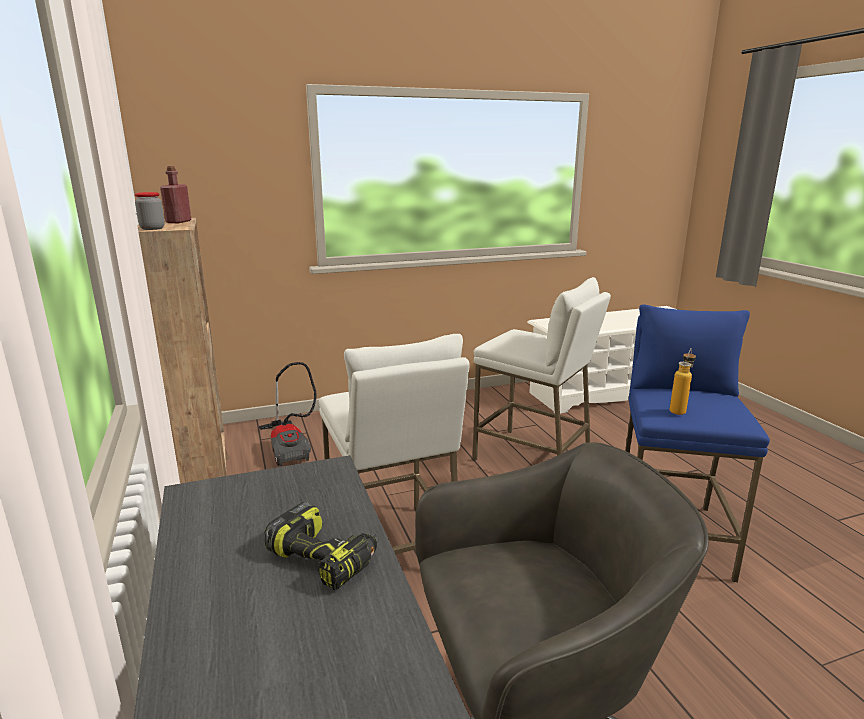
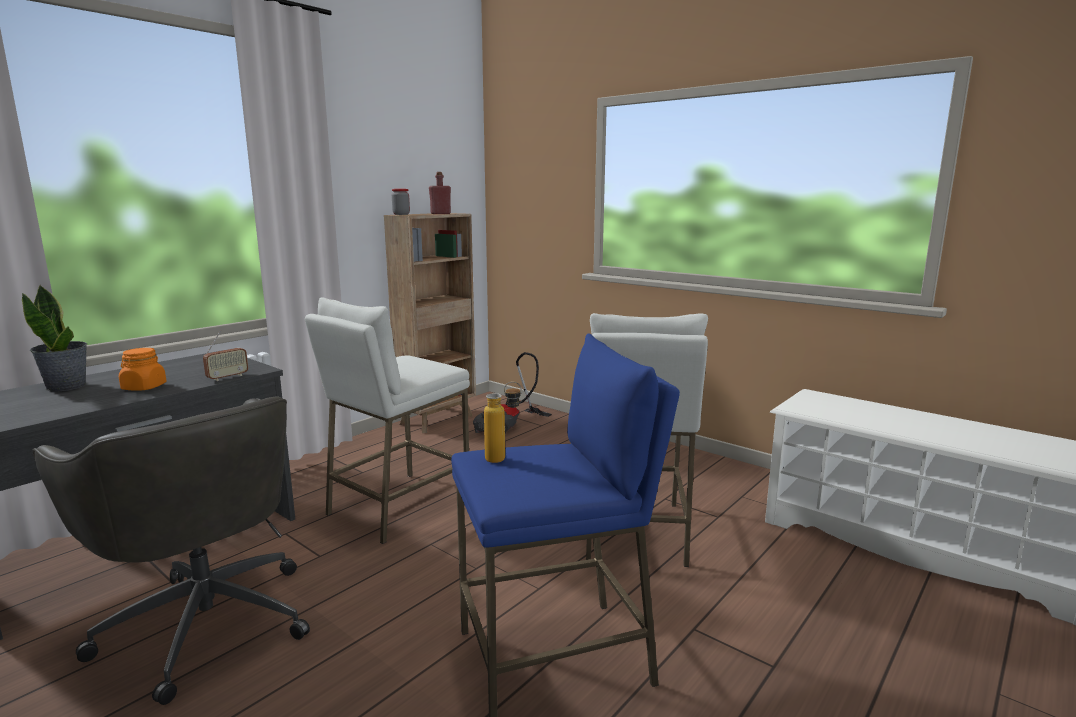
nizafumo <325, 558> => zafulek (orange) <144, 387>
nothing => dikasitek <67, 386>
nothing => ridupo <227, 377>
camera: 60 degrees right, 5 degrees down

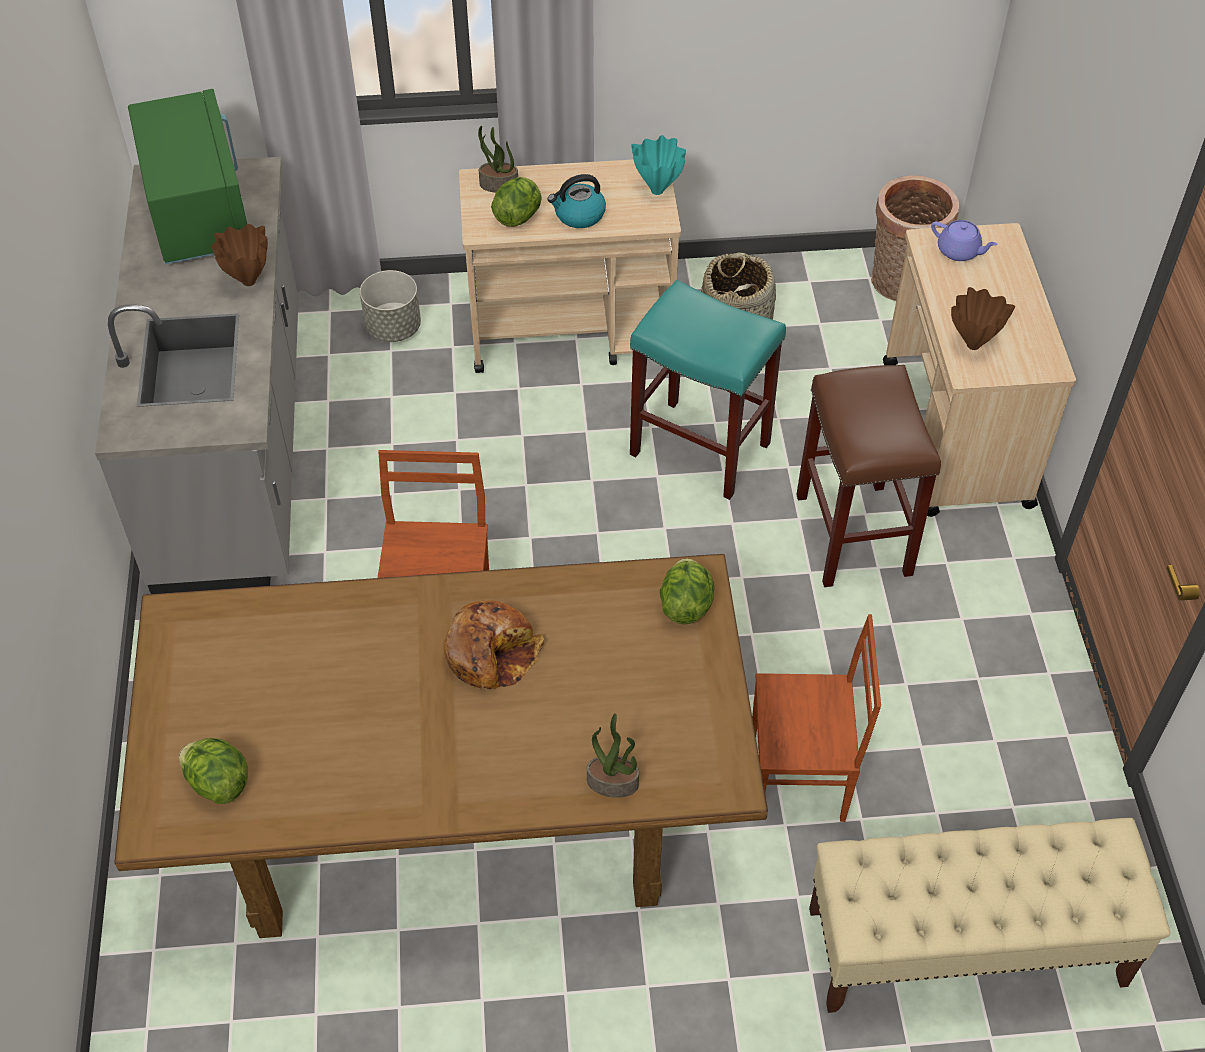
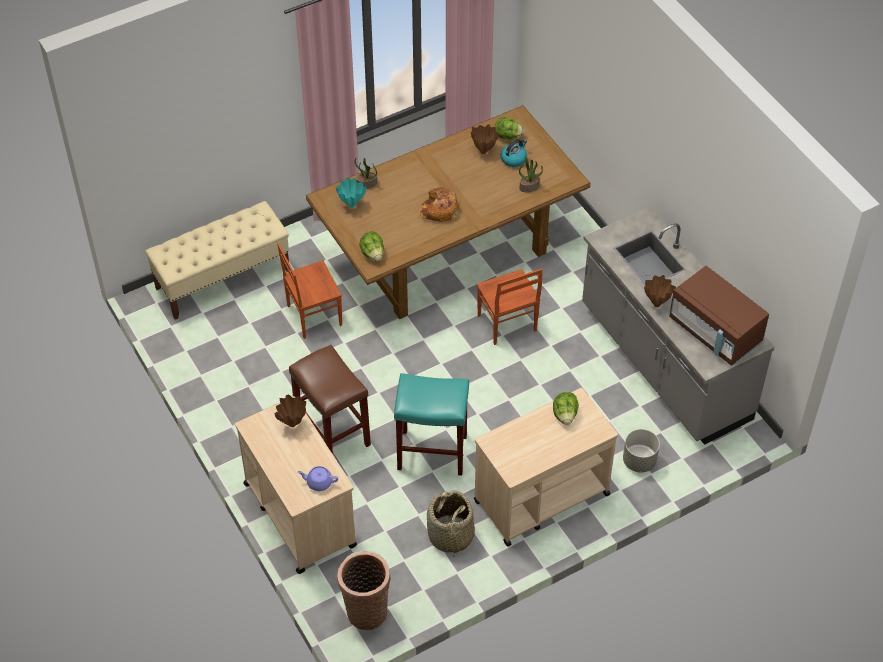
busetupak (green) <199, 212> => busetupak (brown) <715, 332>
dikasitek <498, 185> => dikasitek <529, 186>, relocated
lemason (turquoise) <658, 191> => lemason (turquoise) <351, 205>, relocated
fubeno <579, 215> => fubeno <514, 159>, relocated
nothing => lemason (brown) <484, 152>
camera: 155 degrees right, 0 degrees up

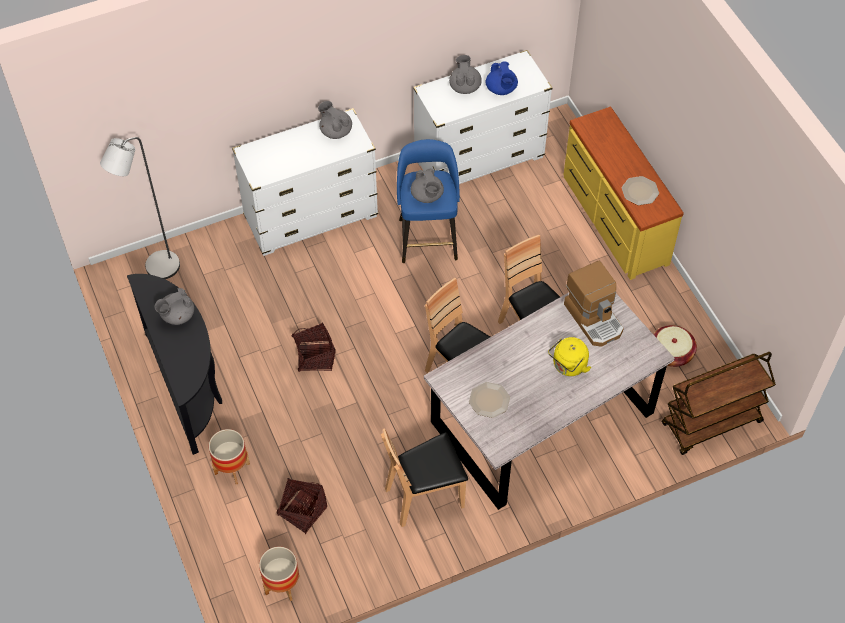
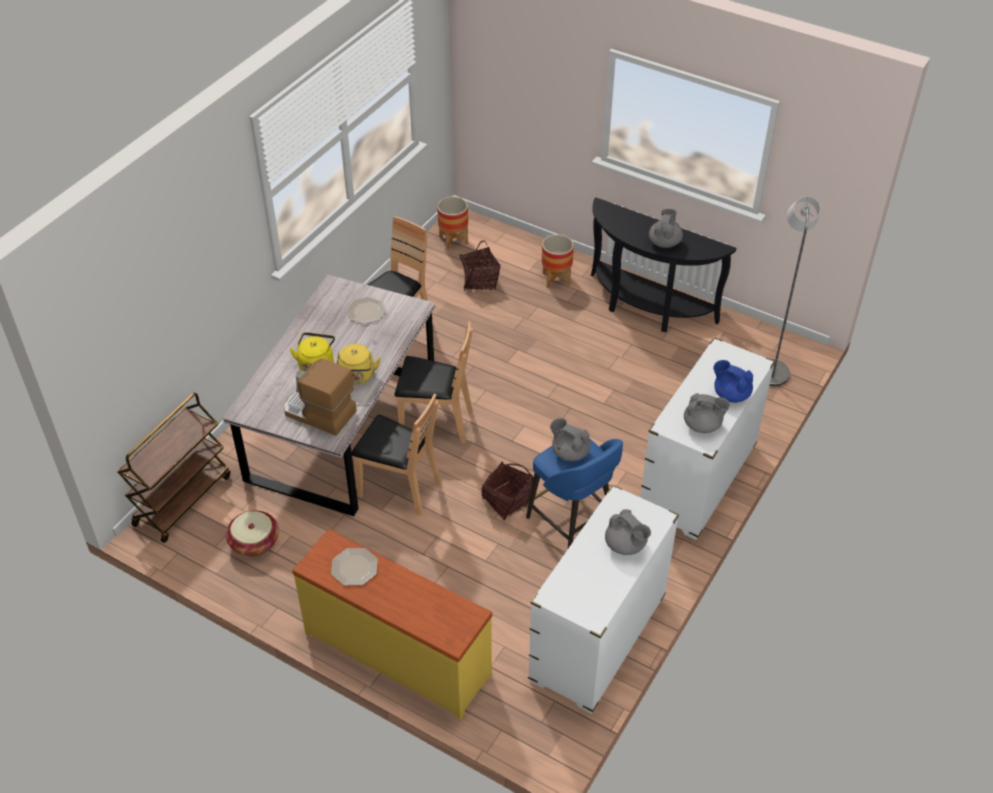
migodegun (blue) <501, 89> => migodegun (blue) <730, 394>, relocated
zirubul <315, 357> => zirubul <507, 501>, relocated
nothing => fubeno (yellow) <357, 377>
camera: 145 degrees right, 10 degrees down

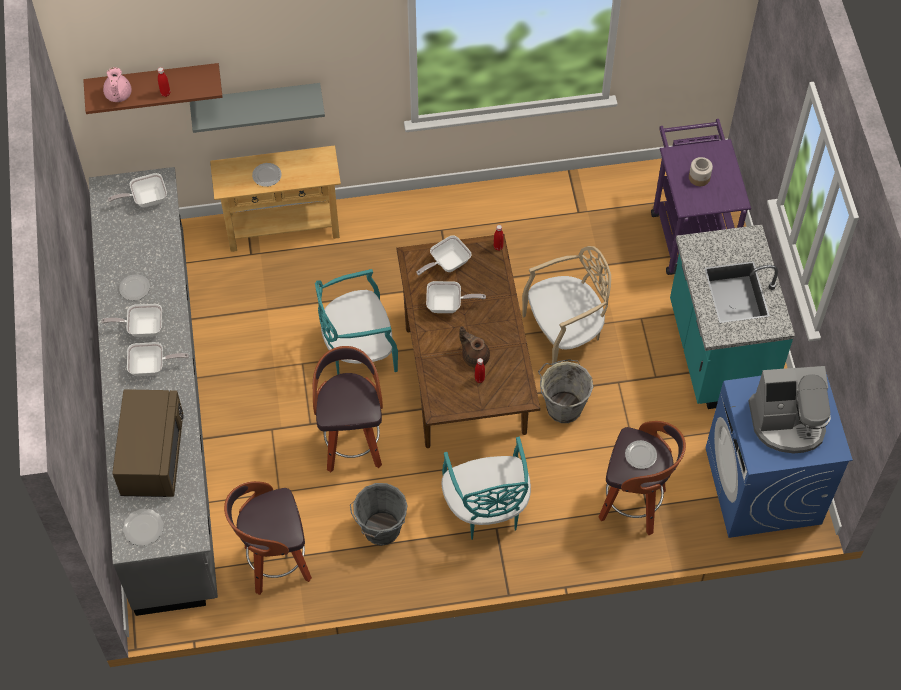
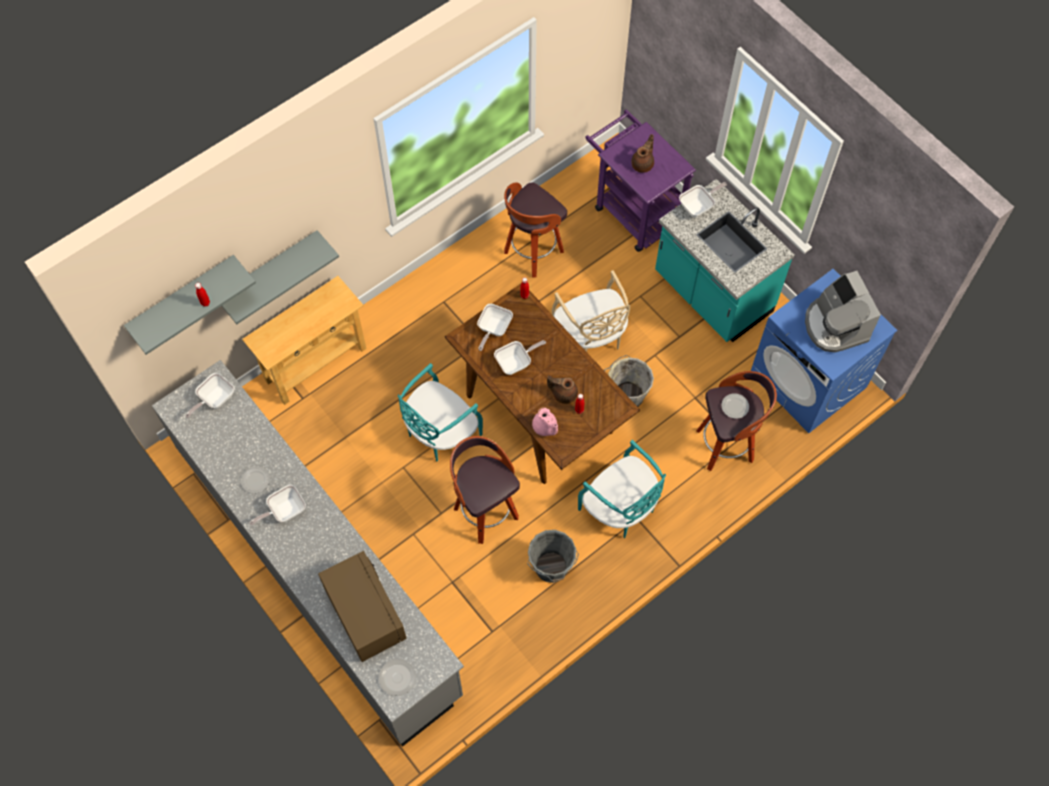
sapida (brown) <153, 82> => sapida (grey) <183, 297>
migodegun (pink) <118, 95> => migodegun (pink) <545, 427>, relocated
zafulek <699, 178> => migodegun (brown) <643, 164>
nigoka <266, 176> => nothing
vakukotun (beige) <564, 332> => vakukotun (beige) <590, 336>, 120 degrees clockwise
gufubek <152, 367> => gufubek <699, 206>, relocated
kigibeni <788, 423> => kigibeni <835, 325>, 105 degrees clockwise
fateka <275, 564> => fateka <532, 253>, relocated
camera: 30 degrees left, 5 degrees up

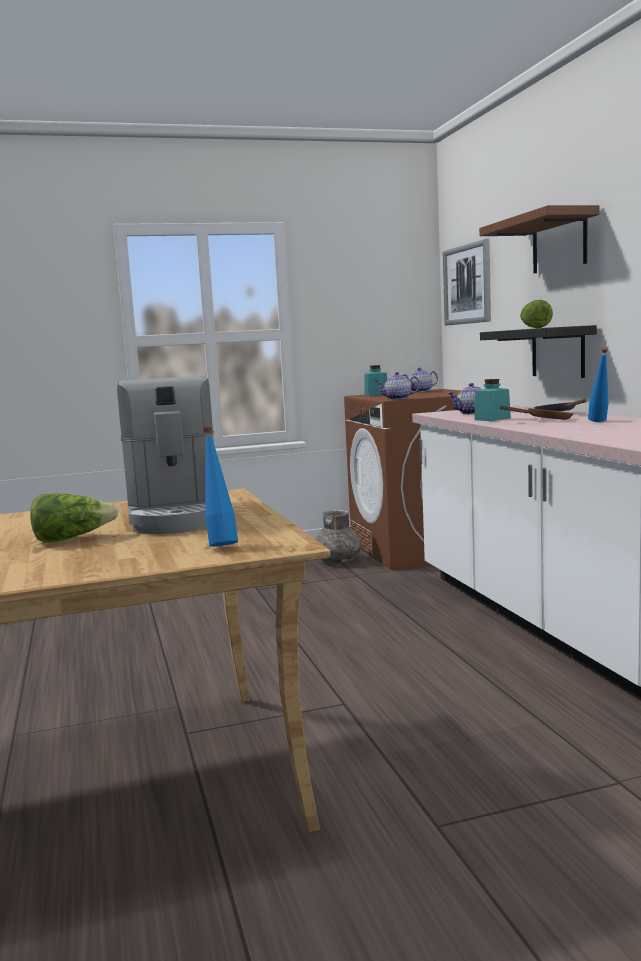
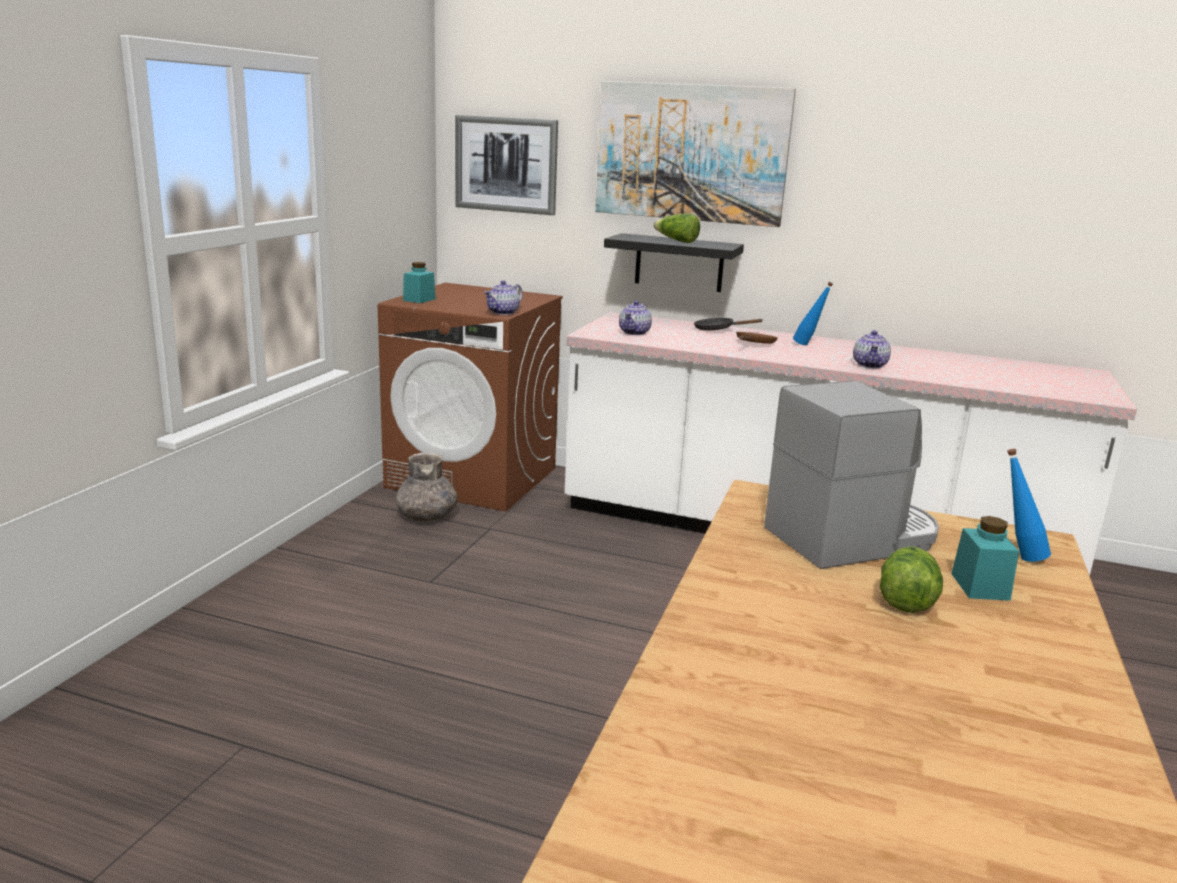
sapida (brown) <559, 243> => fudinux <691, 153>
migodegun <420, 391> => migodegun <870, 365>, relocated
kigibeni <175, 516> => kigibeni <853, 537>, 45 degrees counterclockwise
zafulek (turquoise) <492, 419> => zafulek (turquoise) <980, 586>, relocated
camera: 55 degrees left, 10 degrees up

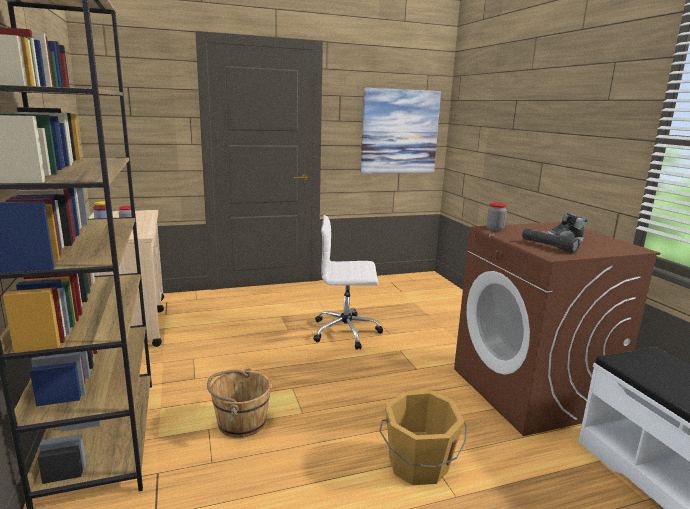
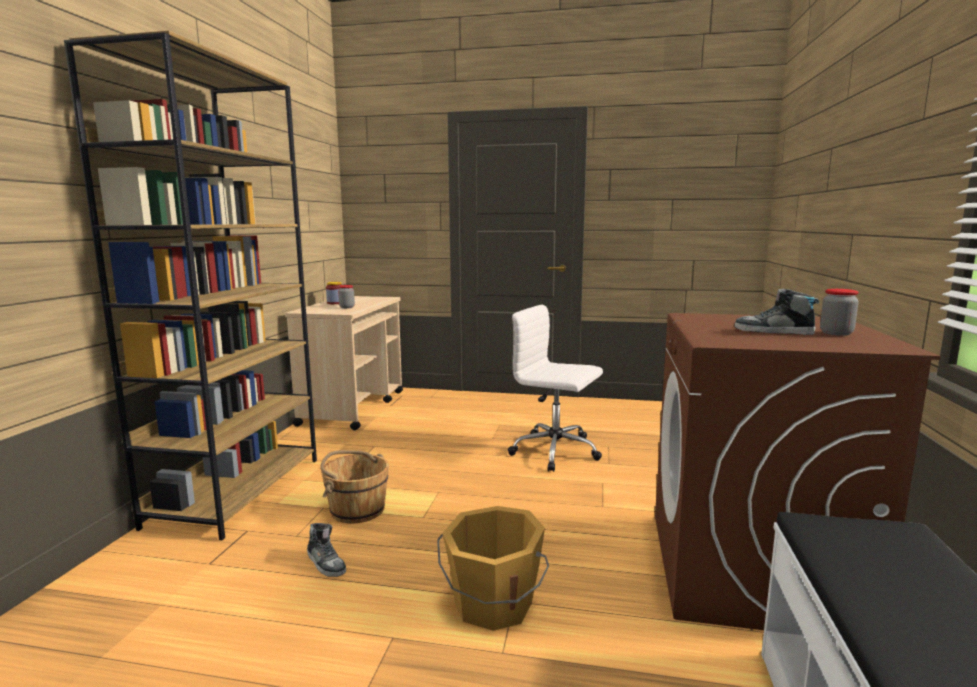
fudinux <399, 132> => nothing
zafulek <495, 229> => zafulek <836, 333>, relocated
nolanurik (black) <548, 246> => nothing
nothing => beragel <326, 563>
camera: 30 degrees right, 5 degrees down

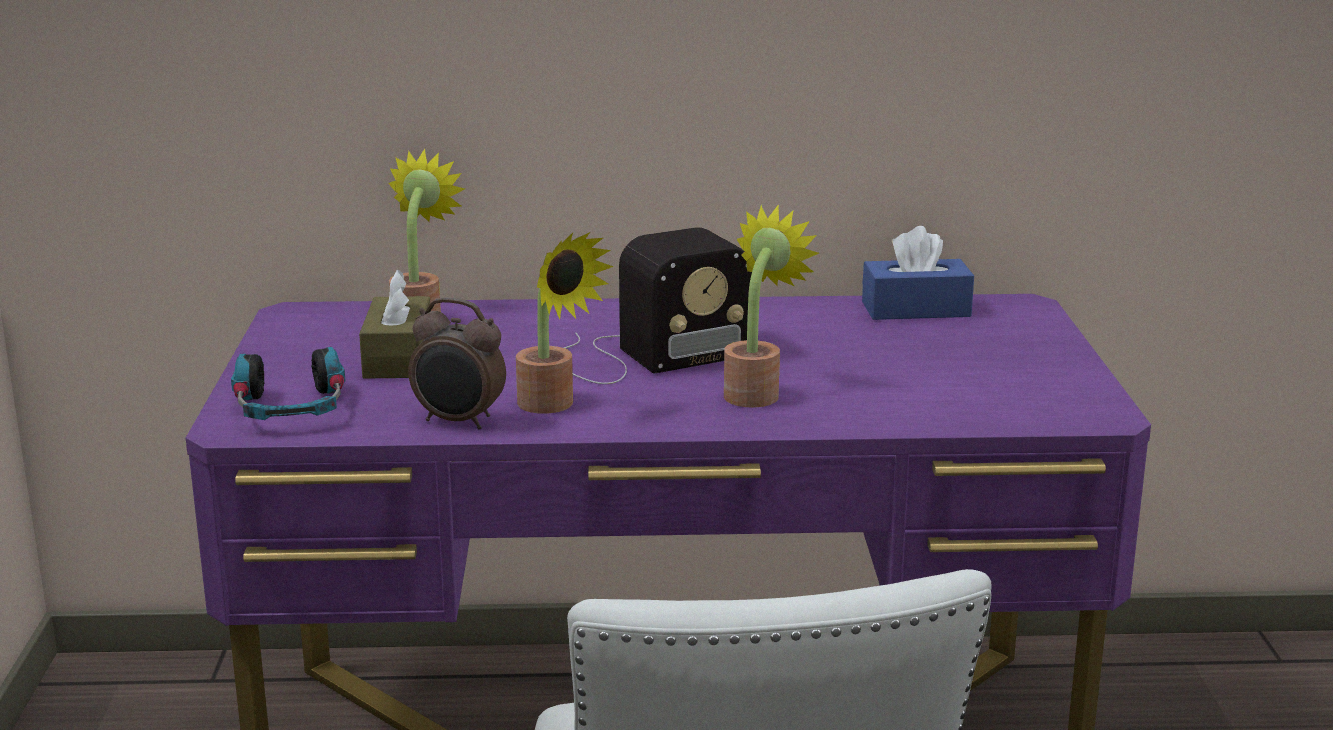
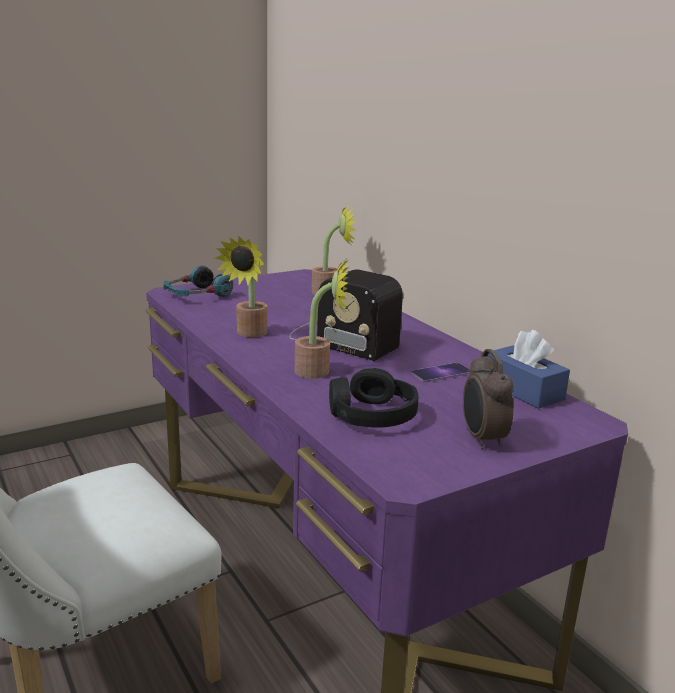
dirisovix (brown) <398, 358> => nothing
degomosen <459, 422> => degomosen <481, 439>, relocated
nothing => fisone <441, 373>
nothing => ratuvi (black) <371, 415>
camera: 60 degrees right, 0 degrees up

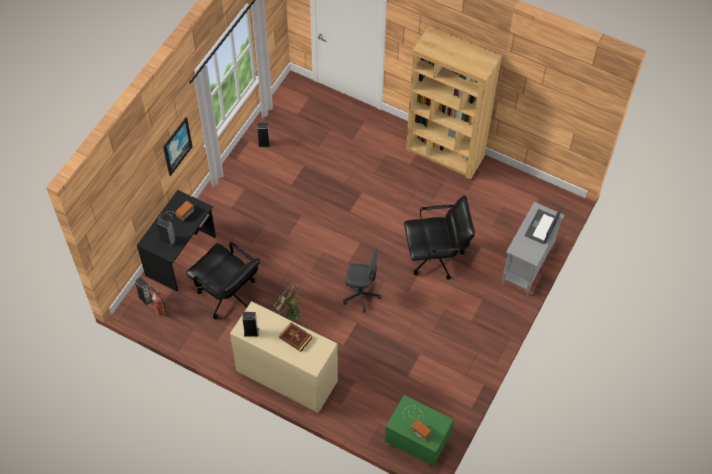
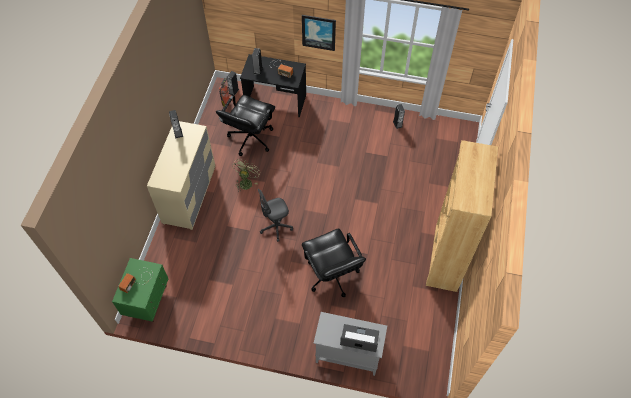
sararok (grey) <361, 295> => sararok (grey) <276, 227>, 75 degrees clockwise
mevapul <295, 338> => nothing
camera: 75 degrees right, 0 degrees up

